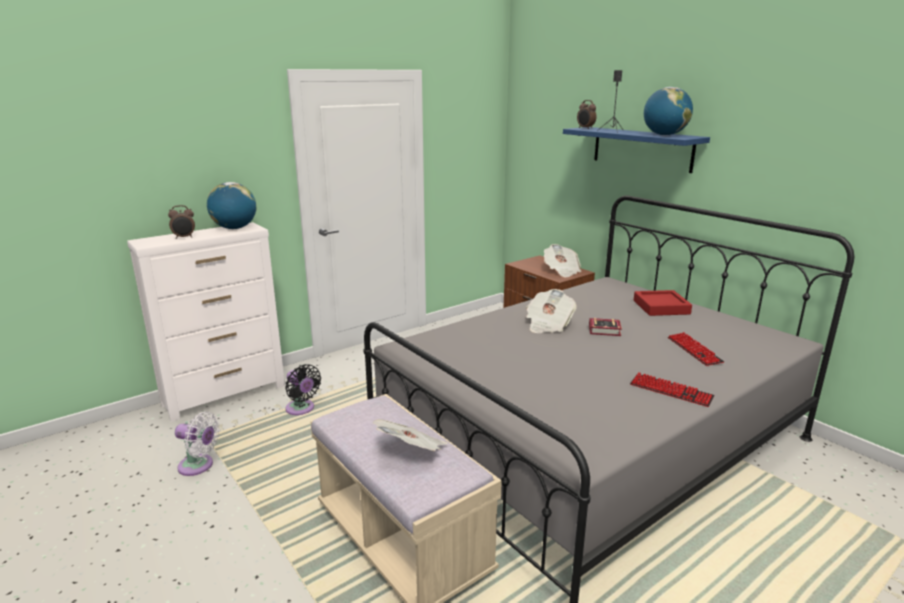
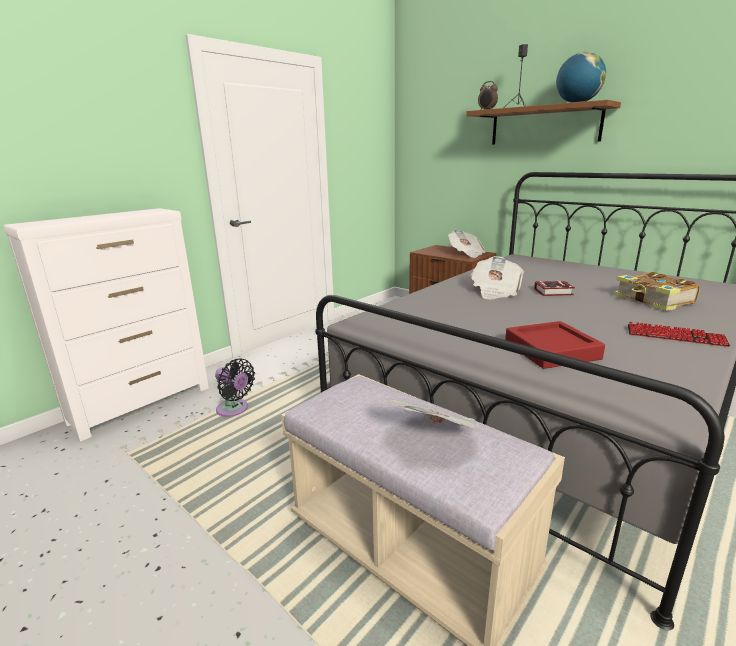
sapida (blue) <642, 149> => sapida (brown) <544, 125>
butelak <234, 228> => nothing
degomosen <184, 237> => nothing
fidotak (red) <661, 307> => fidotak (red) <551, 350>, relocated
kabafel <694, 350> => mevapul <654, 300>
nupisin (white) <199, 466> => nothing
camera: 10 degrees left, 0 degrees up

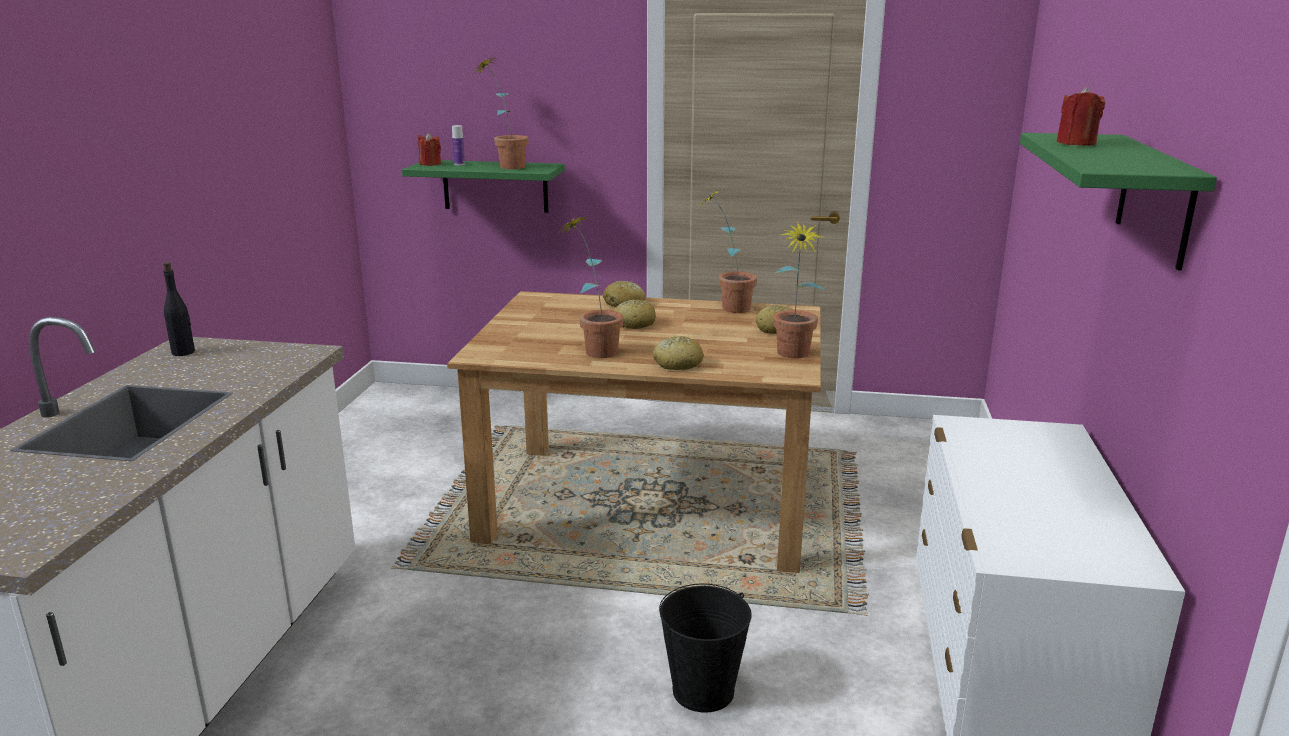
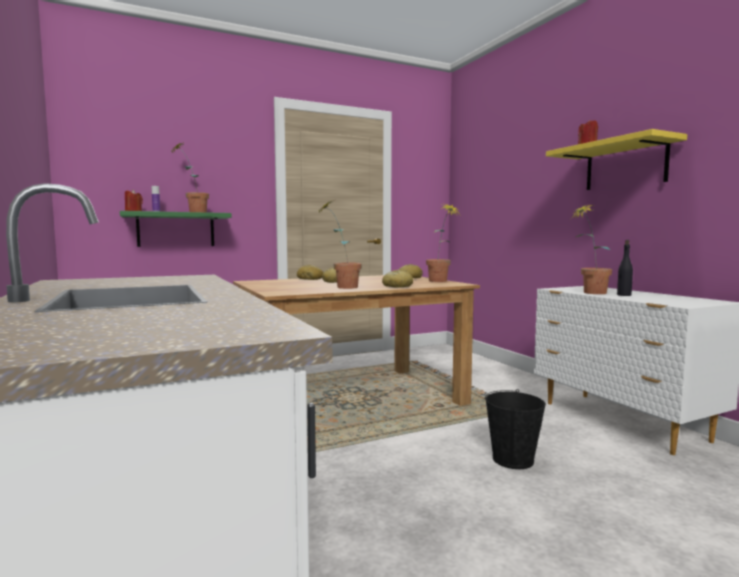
sapida (green) <1155, 199> => sapida (yellow) <625, 165>
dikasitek <727, 307> => dikasitek <589, 293>, relocated
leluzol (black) <183, 352> => leluzol (black) <624, 295>, relocated
camera: 35 degrees left, 15 degrees down

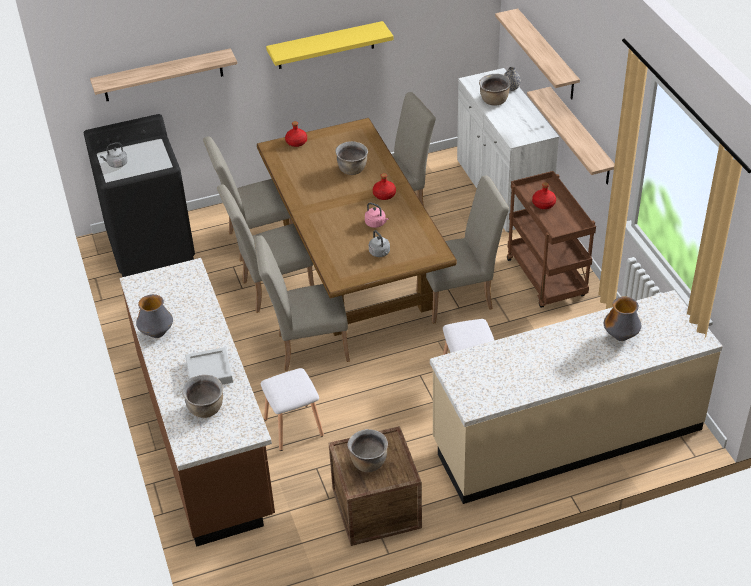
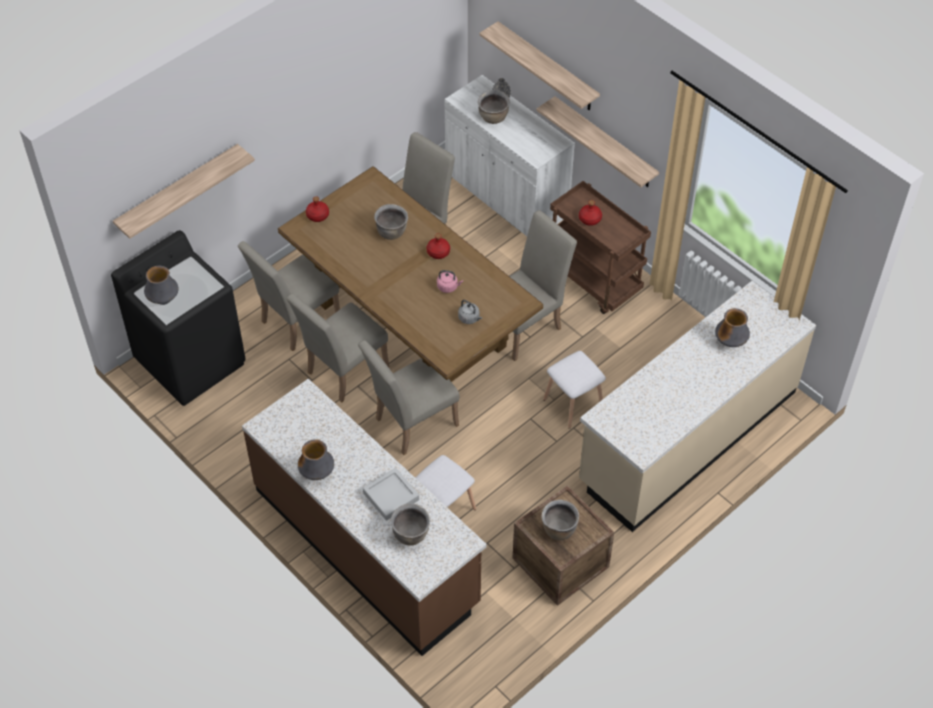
sapida (yellow) <326, 45> => nothing
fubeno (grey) <116, 164> => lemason <163, 300>
camera: 25 degrees left, 10 degrees up

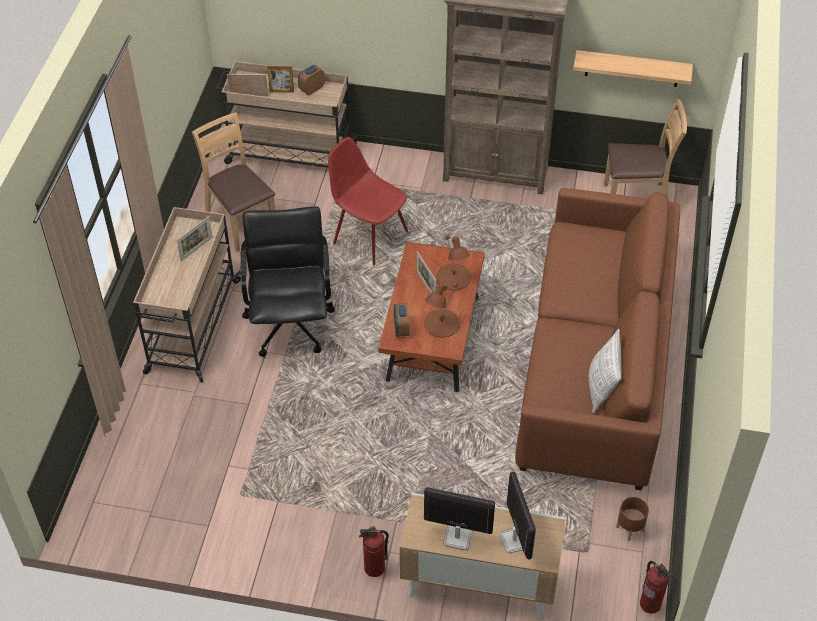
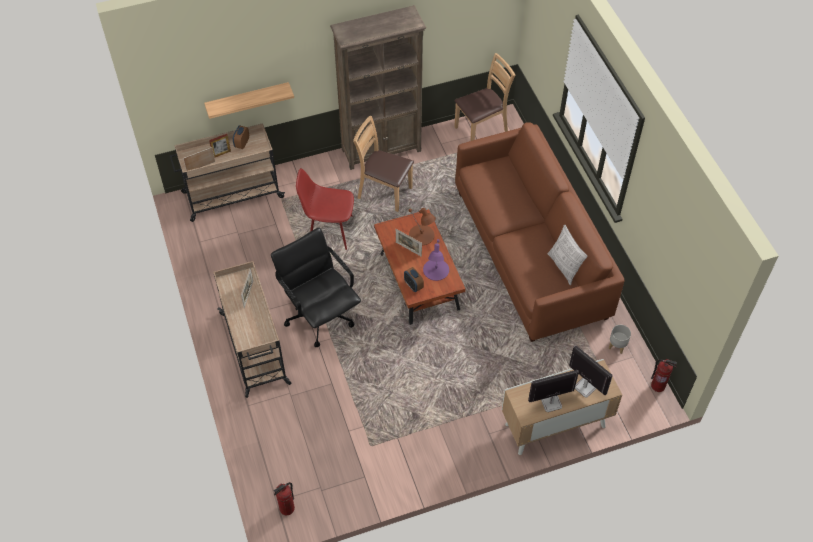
sapida <632, 68> => sapida <248, 100>, relocated
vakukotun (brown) <241, 224> => vakukotun (brown) <384, 192>, relocated
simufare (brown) <441, 323> => simufare (purple) <435, 270>
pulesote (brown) <630, 529> => pulesote (grey) <617, 346>
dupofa <374, 568> => dupofa <287, 508>, relocated
camera: 30 degrees left, 5 degrees up

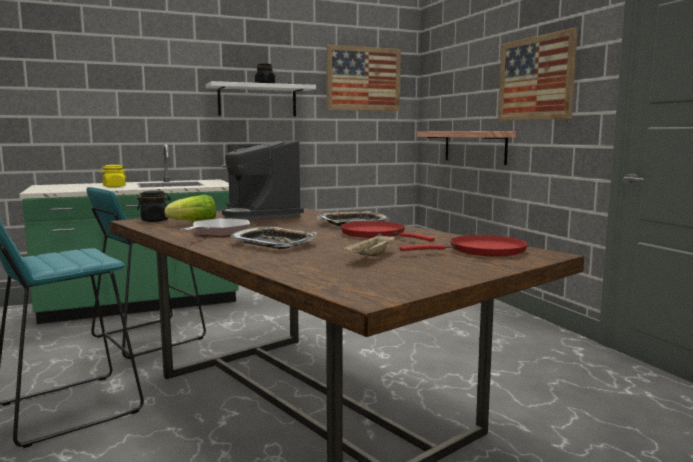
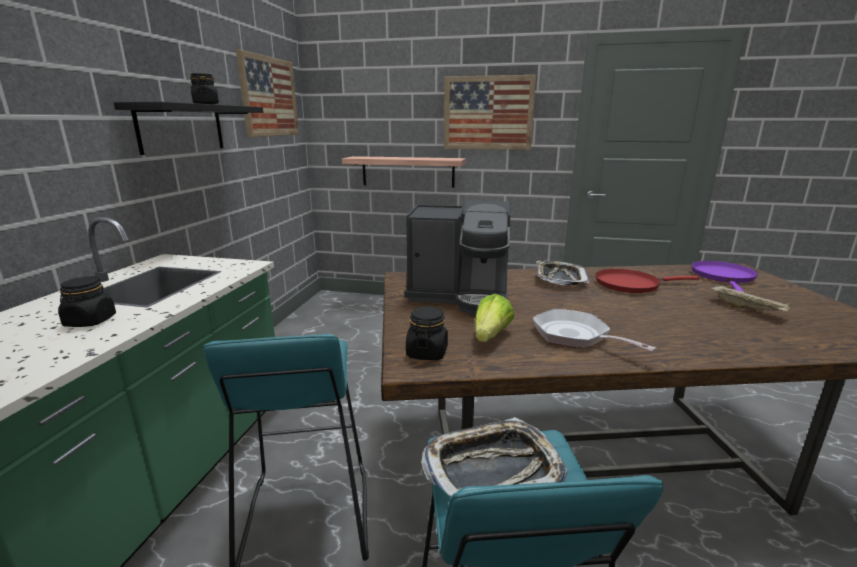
sapida (white) <257, 100> => sapida (black) <182, 128>
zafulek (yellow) <114, 187> => zafulek (black) <90, 321>
fidotak <274, 243> => fidotak <493, 468>, relocated
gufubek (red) <482, 251> => gufubek (purple) <723, 277>
camera: 55 degrees left, 10 degrees up

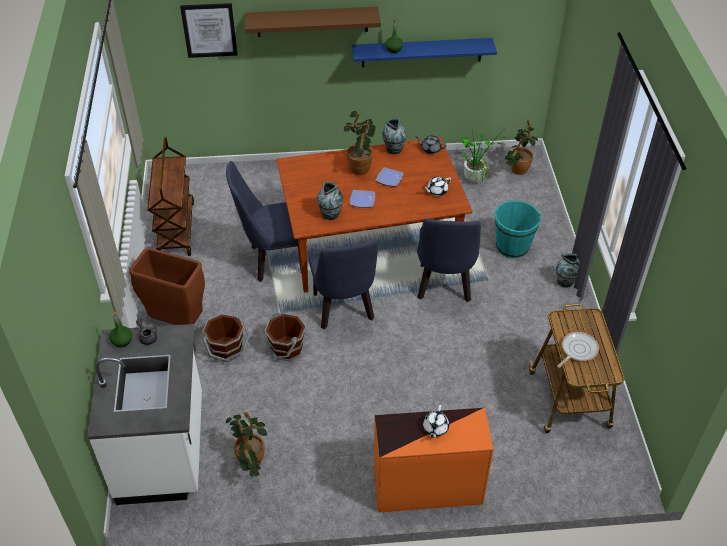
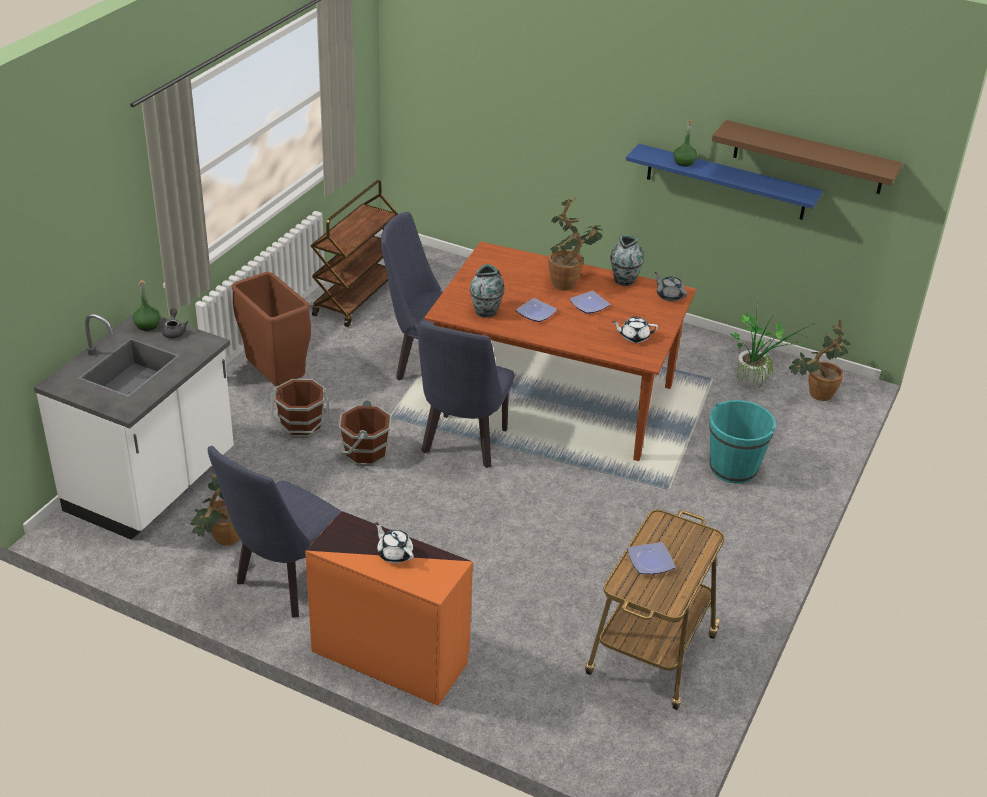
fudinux <209, 30> => nothing
sapida (brown) <312, 21> => sapida (brown) <808, 157>, relocated
vakukotun (blue) <444, 287> => vakukotun (blue) <284, 584>, relocated
lemason <565, 282> => nothing
gufubek <577, 350> => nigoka <649, 561>
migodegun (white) <435, 428> => migodegun (white) <394, 553>, 90 degrees clockwise
camera: 30 degrees right, 10 degrees down

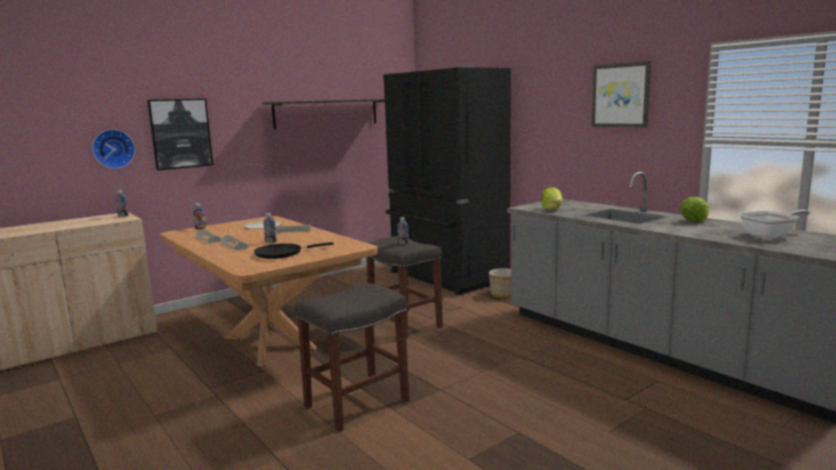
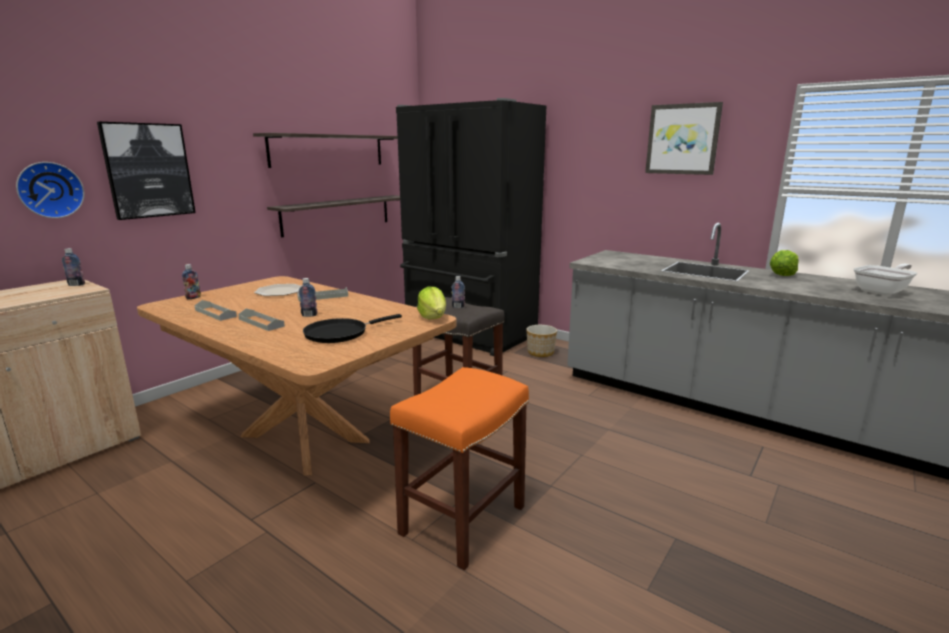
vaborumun <552, 209> => vaborumun <433, 317>, relocated
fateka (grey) <356, 404> => fateka (orange) <462, 521>
nothing => sapida <337, 214>
camera: 15 degrees left, 5 degrees up

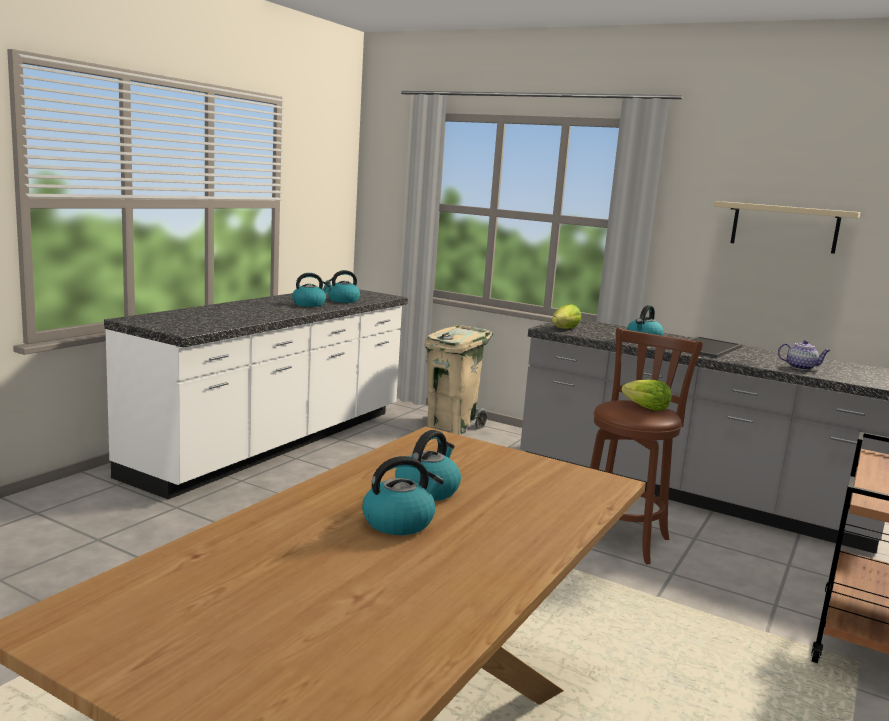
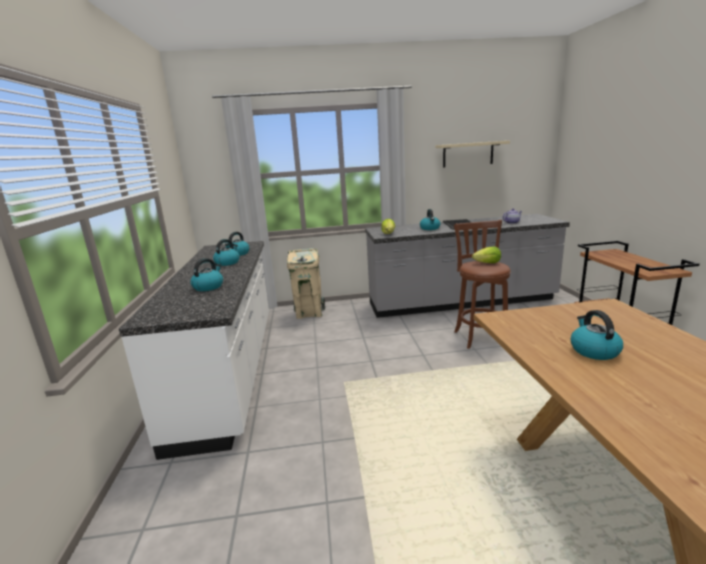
fubeno <399, 522> => fubeno <208, 287>, relocated
camera: 35 degrees left, 5 degrees up

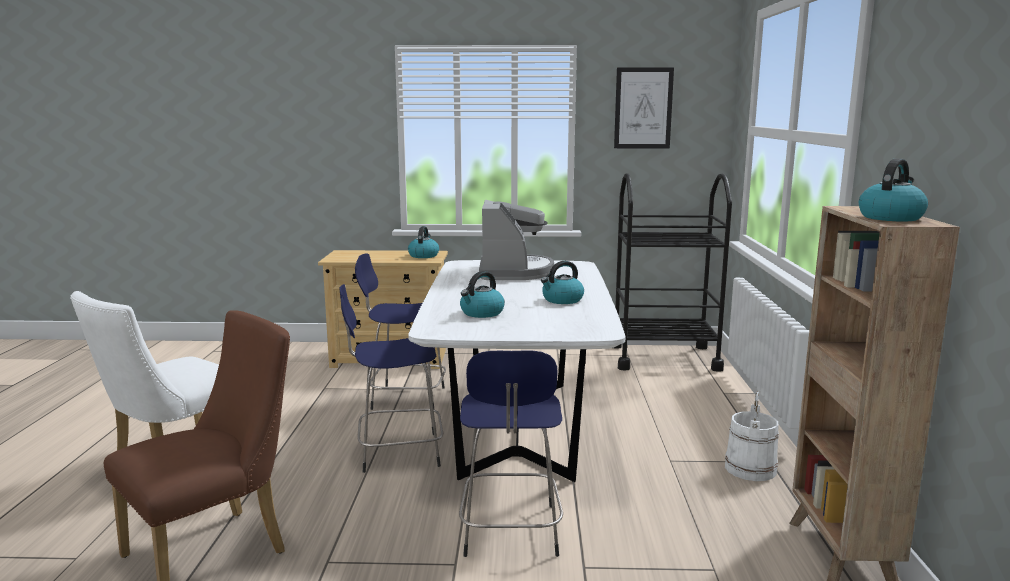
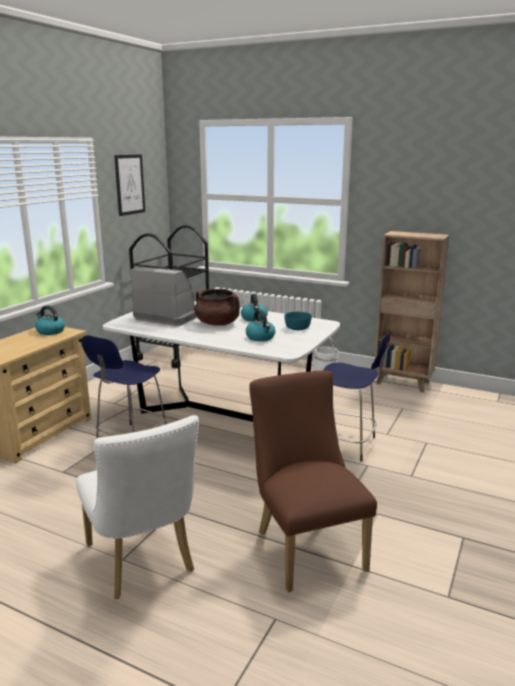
fubeno <890, 217> => nothing
fateka (blue) <396, 452> => nothing
nothing => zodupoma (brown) <217, 323>
nothing => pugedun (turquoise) <298, 328>
camera: 65 degrees left, 5 degrees up

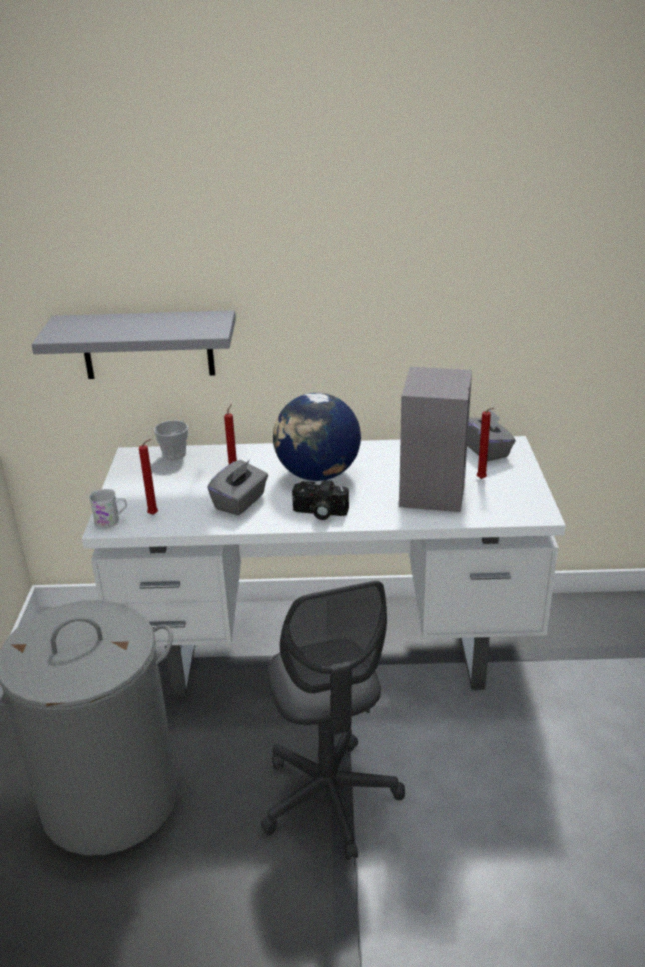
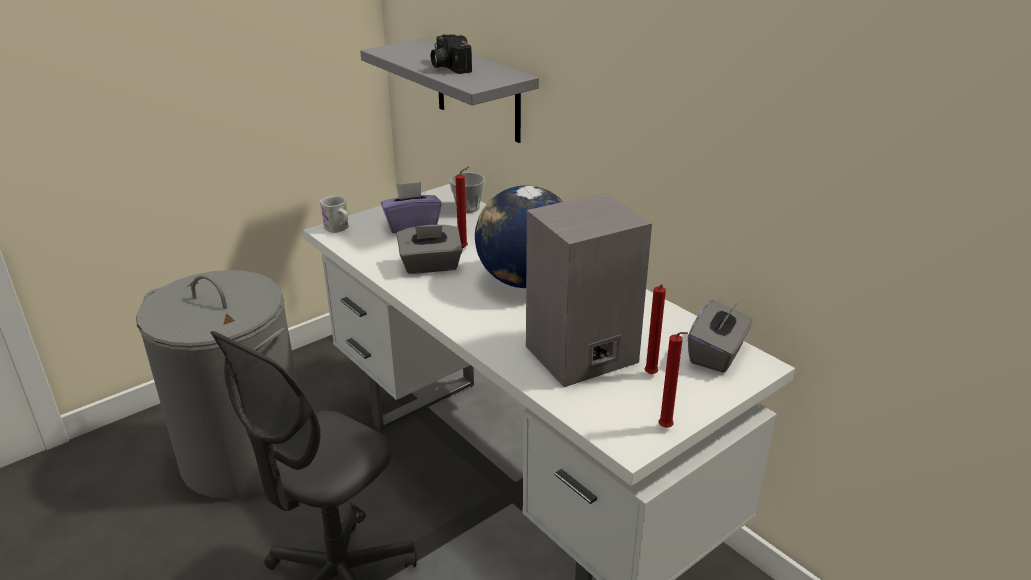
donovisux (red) <155, 514> => donovisux (red) <667, 429>, relocated
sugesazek <319, 513> => sugesazek <448, 66>, relocated
nothing => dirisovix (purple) <412, 225>
camera: 50 degrees right, 0 degrees up

